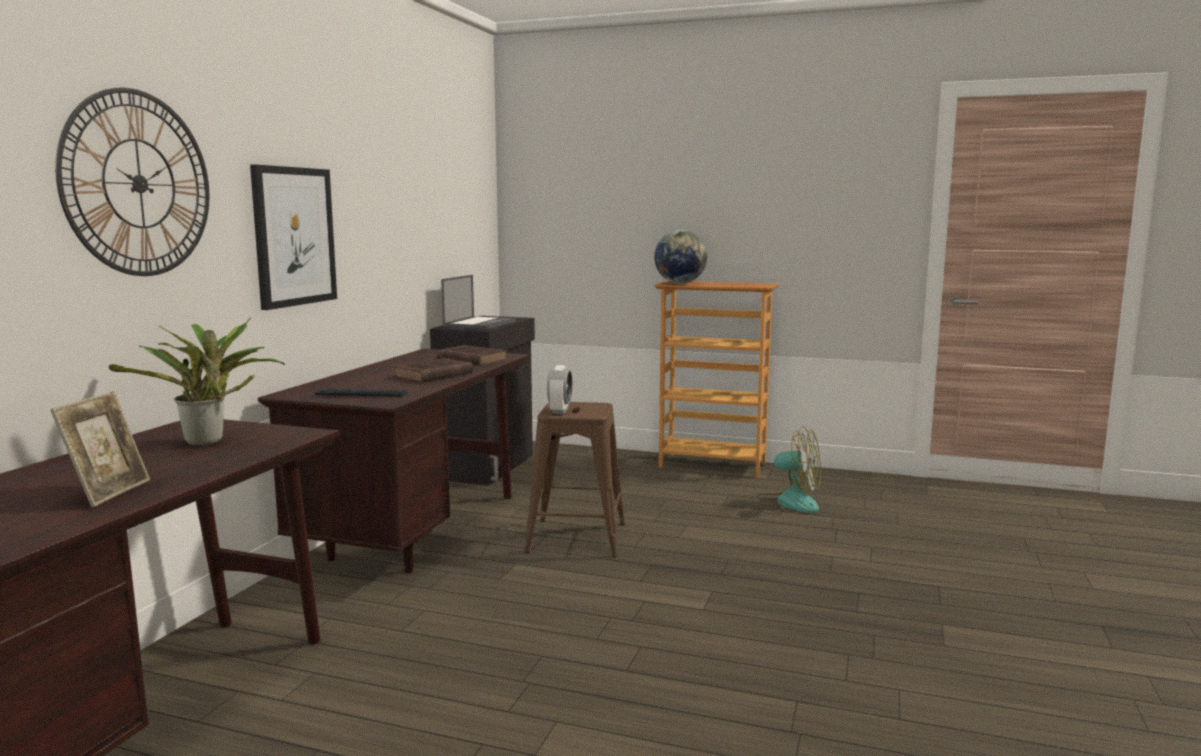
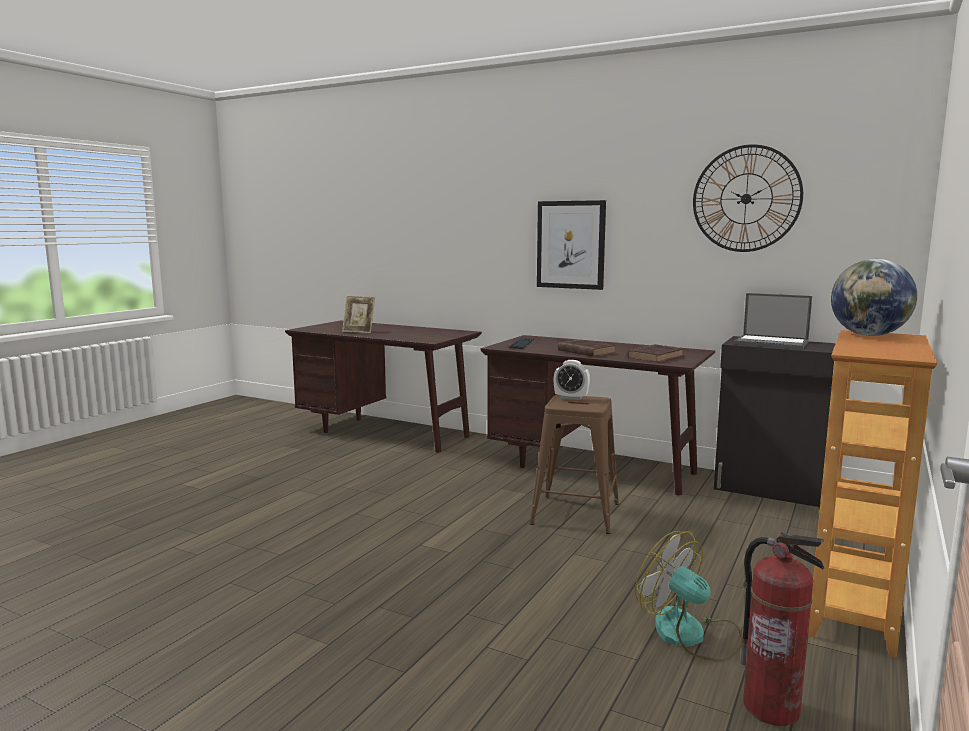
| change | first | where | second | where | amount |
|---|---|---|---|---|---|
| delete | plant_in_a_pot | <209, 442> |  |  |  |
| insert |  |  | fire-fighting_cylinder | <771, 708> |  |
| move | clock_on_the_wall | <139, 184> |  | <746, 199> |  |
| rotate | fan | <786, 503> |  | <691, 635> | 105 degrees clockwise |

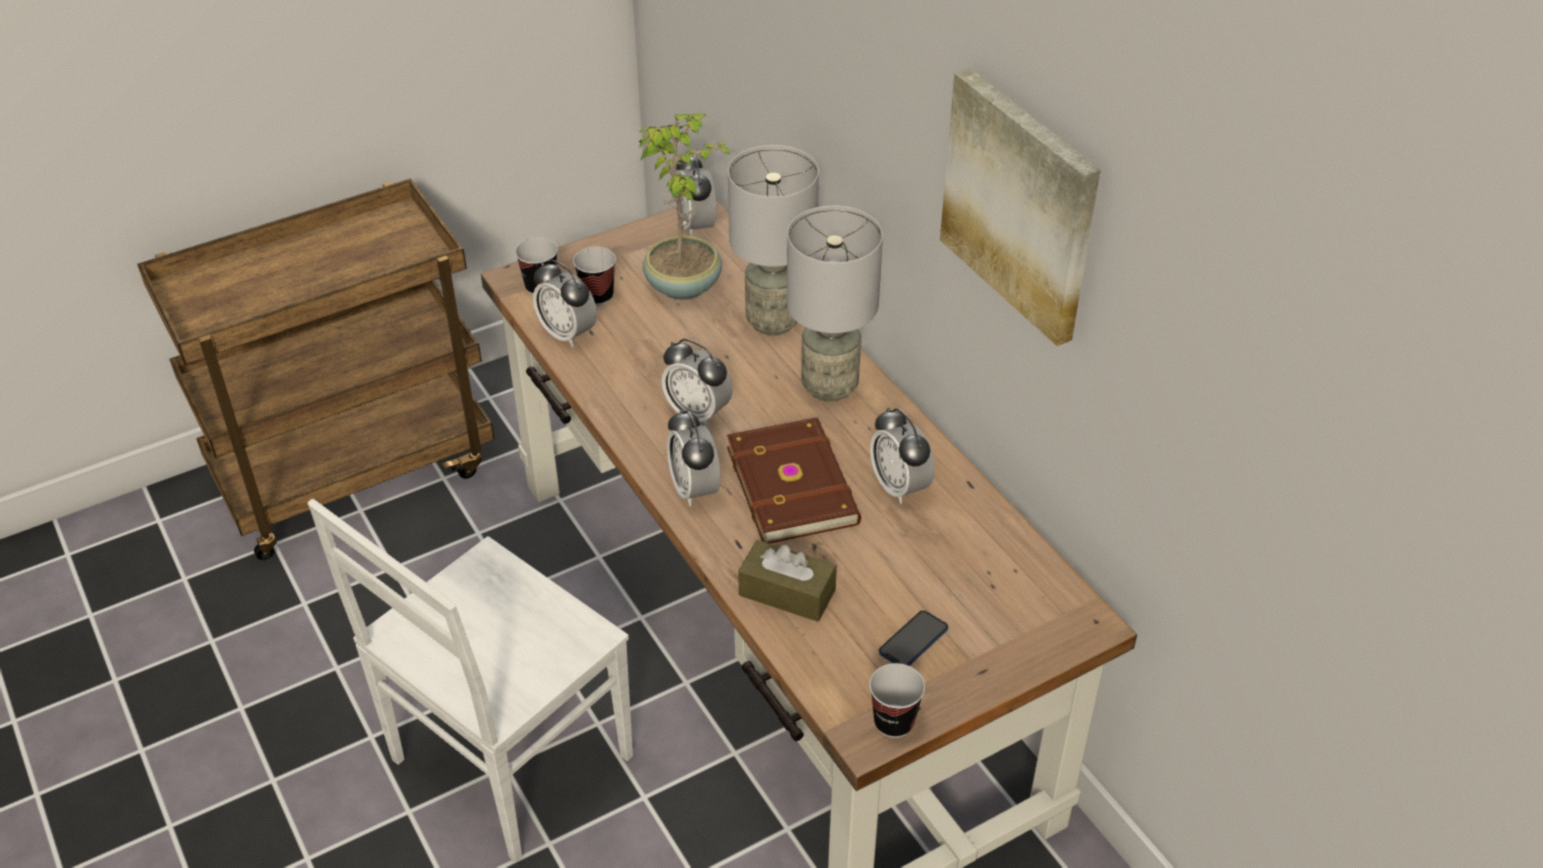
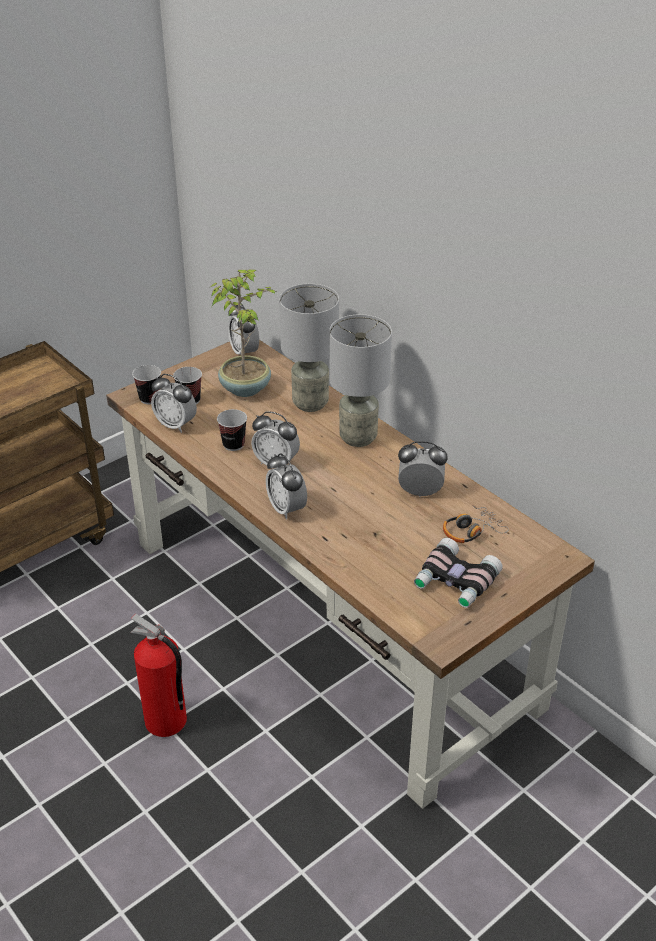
| change | first | where | second | where | amount |
|---|---|---|---|---|---|
| delete | brownish_volume | <794, 484> |  |  |  |
| delete | brownish_tissue_box | <787, 592> |  |  |  |
| delete | wall_picture | <1021, 204> |  |  |  |
| insert |  |  | headphones | <471, 531> |  |
| move | small_cup | <894, 722> |  | <233, 444> |  |
| replace | white-coloured_plain_chair | <506, 762> | fire-fighting_cylinder | <166, 722> |  |
| replace | handset | <913, 641> | pair_of_binoculars | <455, 582> |  |
| rotate | bedside_clock | <899, 487> |  | <420, 492> | 135 degrees clockwise |

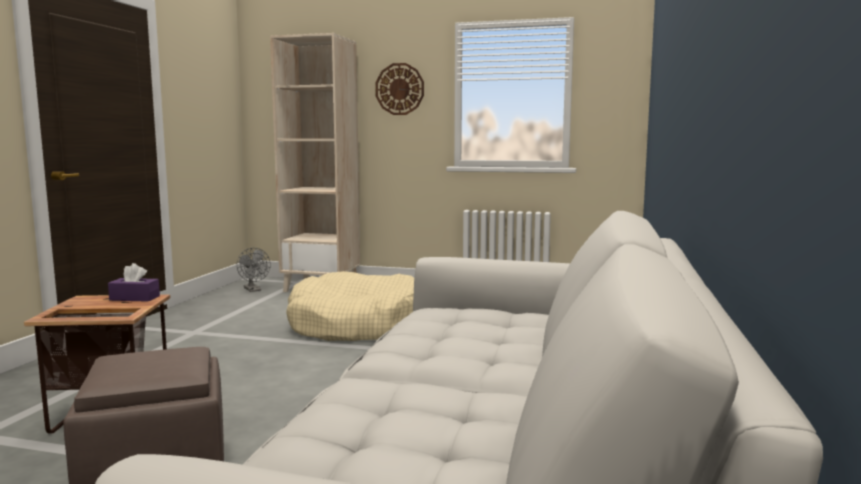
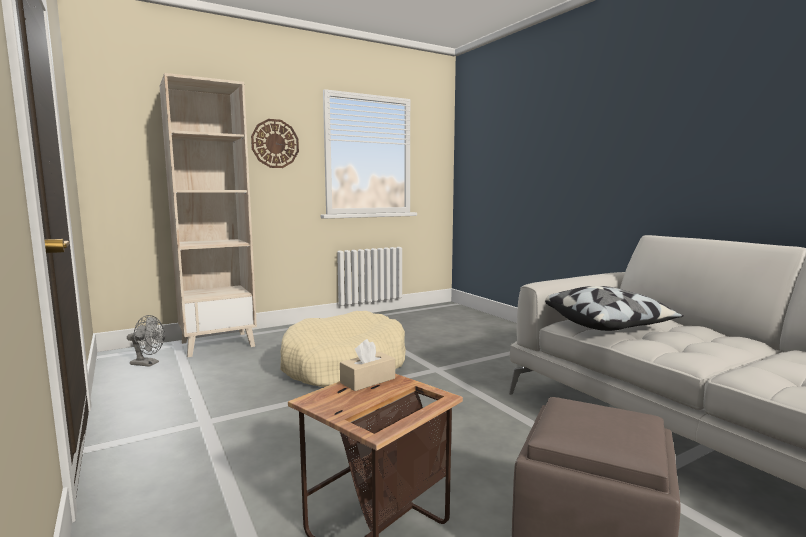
| change | first | where | second | where | amount |
|---|---|---|---|---|---|
| insert |  |  | cushion | <607, 324> |  |
| recolor | purple-coloured_tissue_box | <134, 298> | beige_tissue_box | <368, 380> |  |

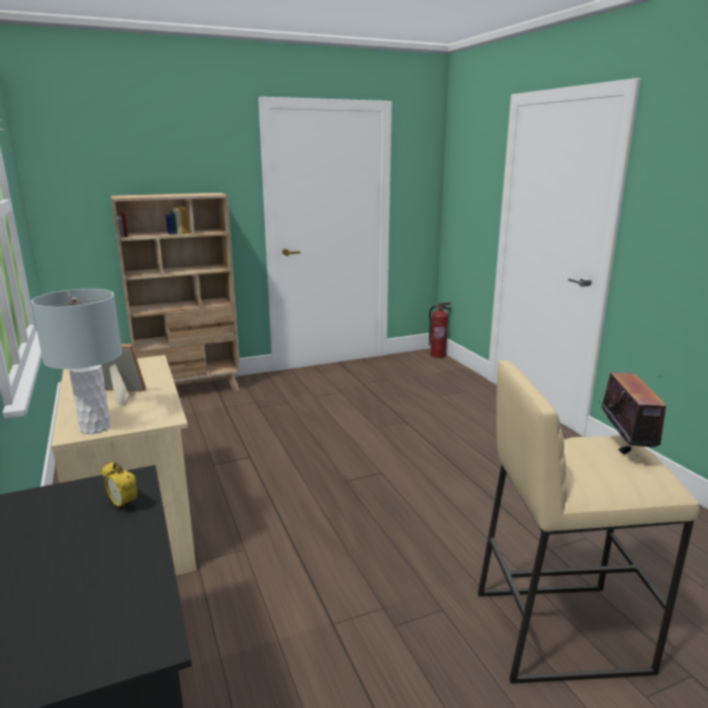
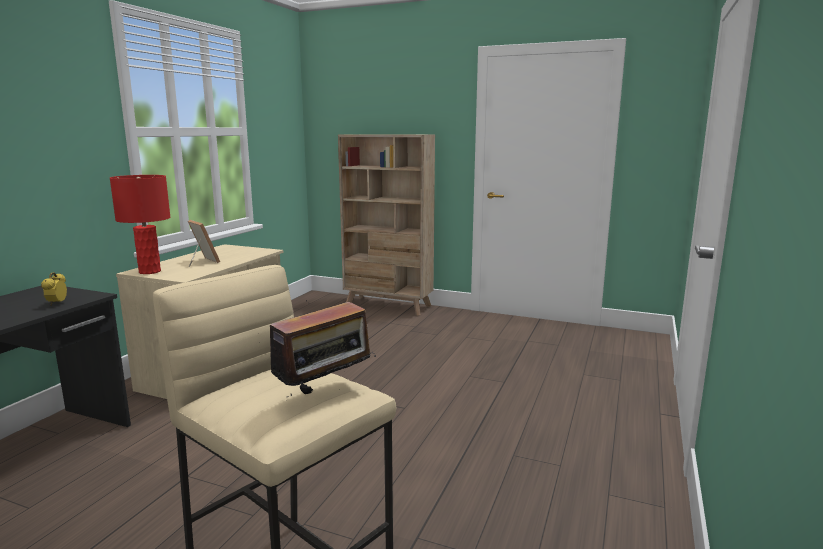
| change | first | where | second | where | amount |
|---|---|---|---|---|---|
| delete | fire-fighting_cylinder | <438, 355> |  |  |  |
| recolor | gray_table_lamp | <96, 427> | red-coloured_table_lamp | <150, 271> |  |

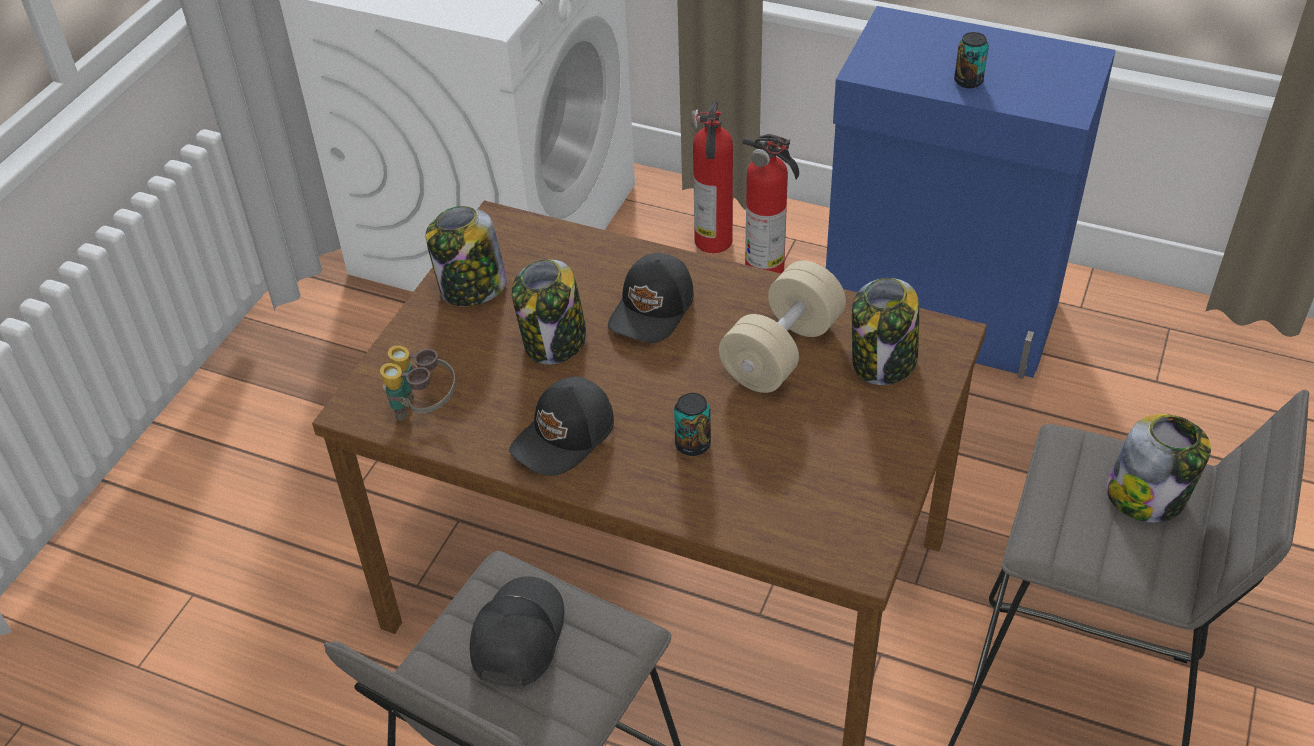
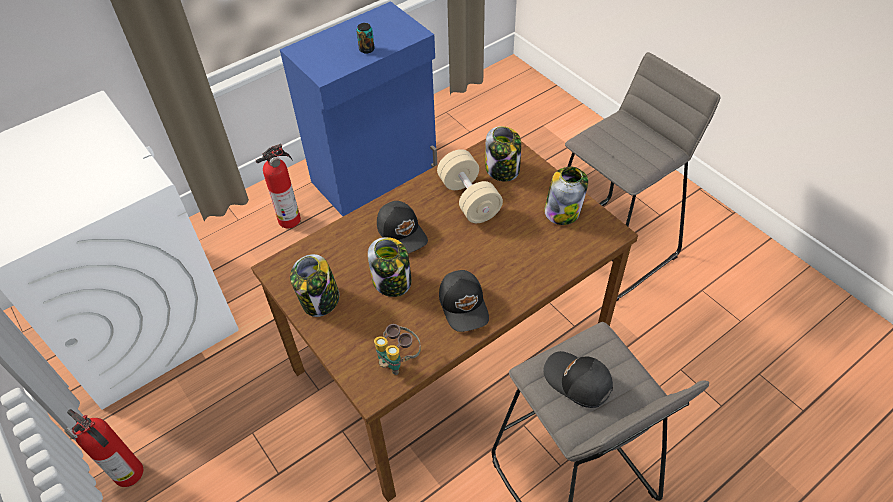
| change | first | where | second | where | amount |
|---|---|---|---|---|---|
| delete | can | <693, 444> |  |  |  |
| move | fire-fighting_cylinder | <713, 242> |  | <130, 474> |  |
| move | preserve_jar | <1147, 496> |  | <562, 211> |  |

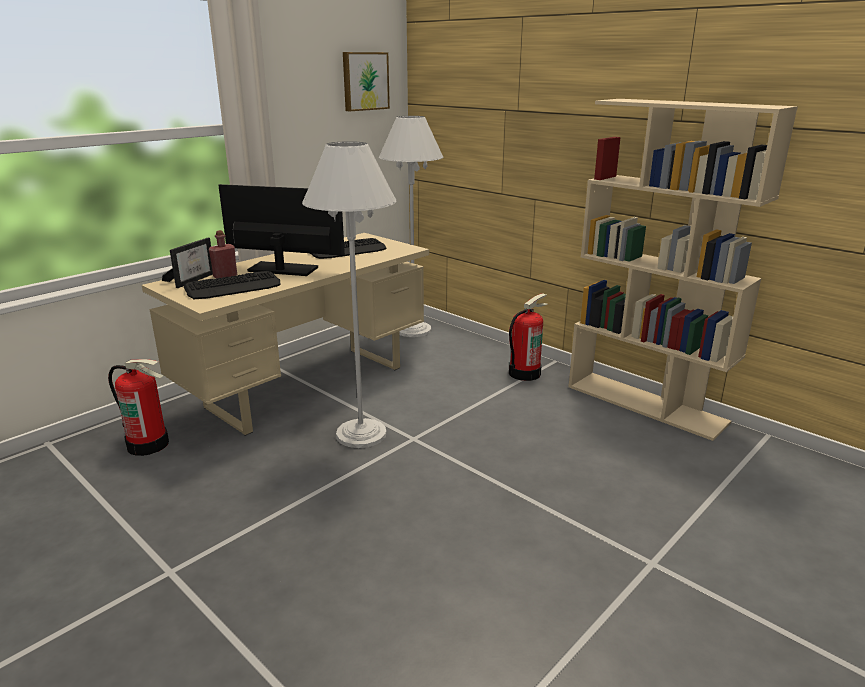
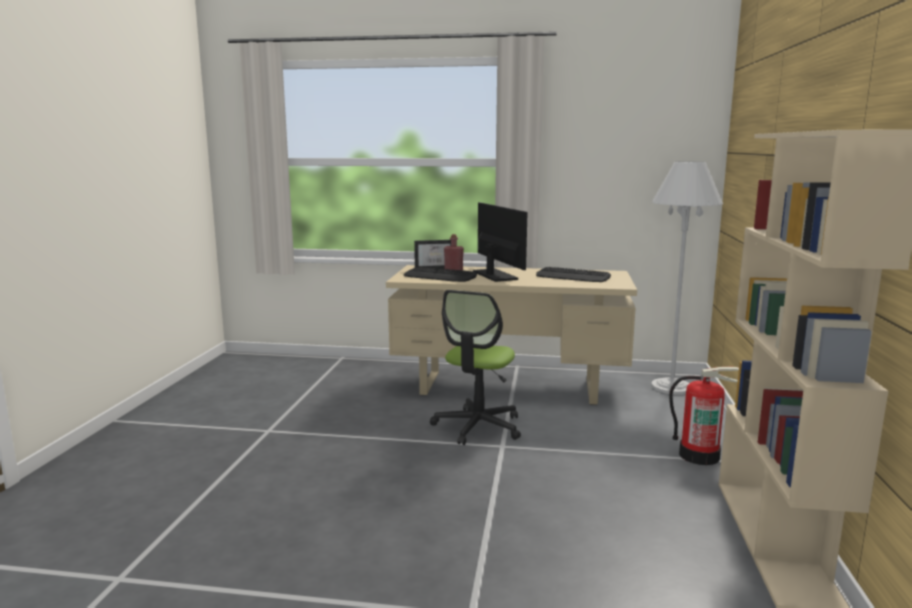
| change | first | where | second | where | amount |
|---|---|---|---|---|---|
| delete | fire-fighting_cylinder | <148, 444> |  |  |  |
| delete | wall_picture | <364, 81> |  |  |  |
| replace | white-coloured_standing_lamp | <361, 434> | computer_chair | <478, 426> |  |

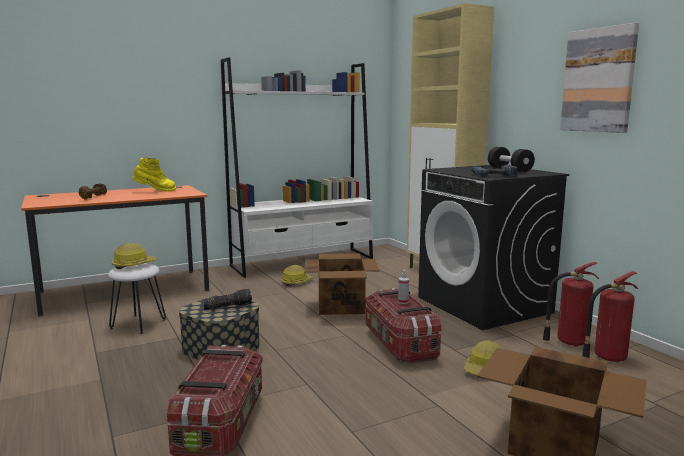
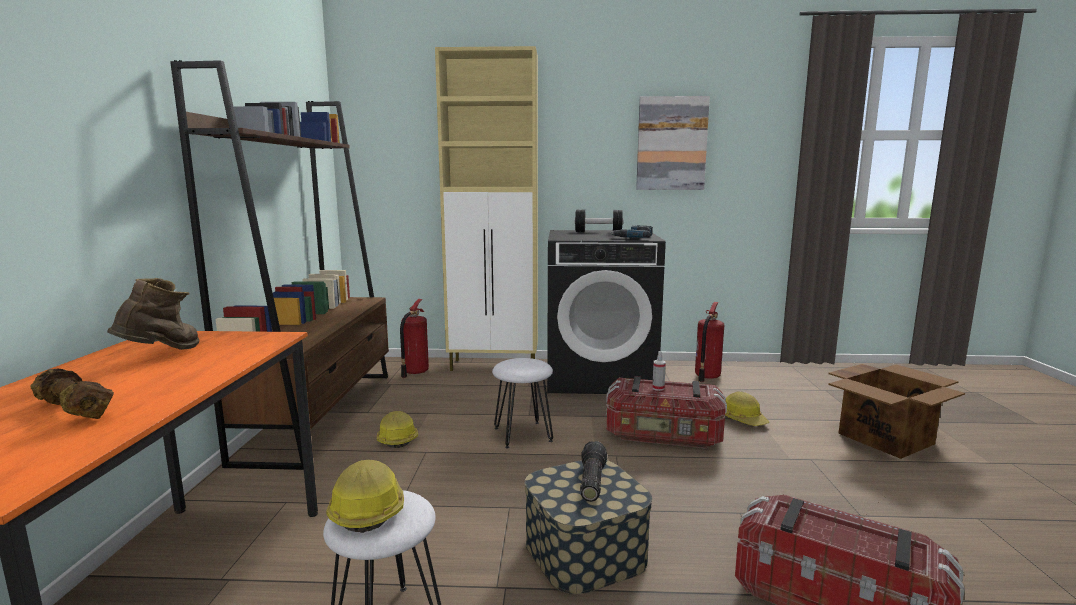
| change | first | where | second | where | amount |
|---|---|---|---|---|---|
| move | fire-fighting_cylinder | <607, 357> |  | <415, 372> |  |
| replace | carton | <341, 306> | white-coloured_sitting_stool | <522, 434> |  |
| recolor | yellowish_boot | <155, 191> | brownish_boot | <163, 355> |  |
| recolor | white-coloured_bookshelf | <303, 262> | brownish_bookshelf | <321, 413> |  |

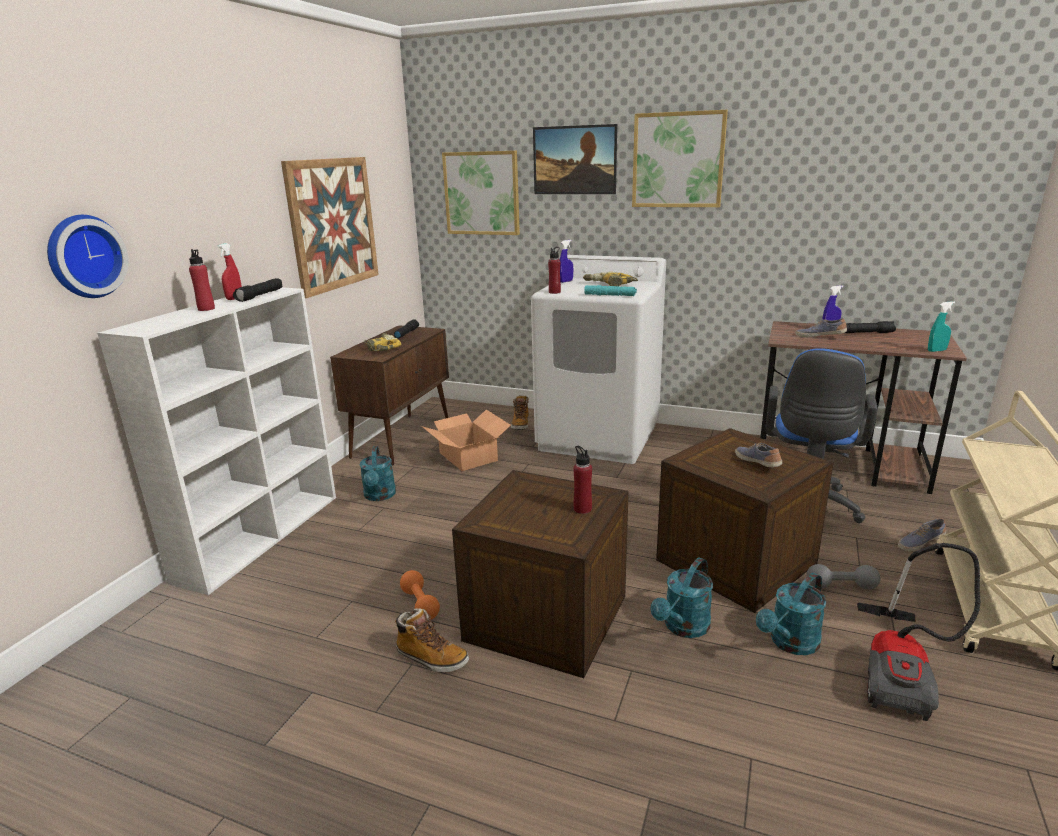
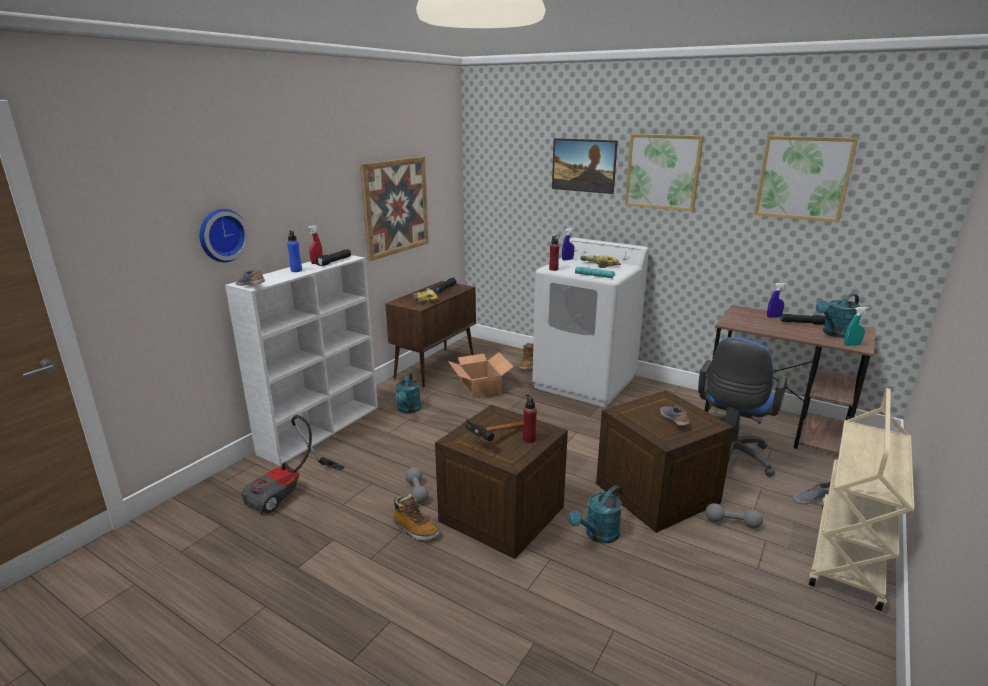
| change | first | where | second | where | amount |
|---|---|---|---|---|---|
| insert |  |  | hammer | <494, 441> |  |
| move | wall_picture | <482, 193> |  | <803, 178> |  |
| move | turquoise-coloured_watering_pot | <790, 643> |  | <834, 334> |  |
| move | item_of_footwear | <820, 336> |  | <251, 286> |  |
| move | hoover | <900, 671> |  | <290, 492> |  |
| recolor | red-coloured_beverage_bottle | <206, 309> | blue-coloured_beverage_bottle | <296, 270> |  |
| recolor | orangey_hand_weight | <420, 604> | gray_hand_weight | <417, 492> |  |

